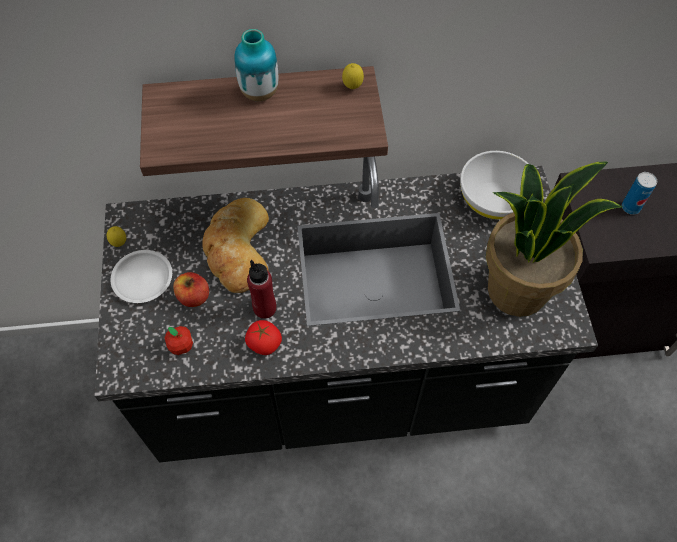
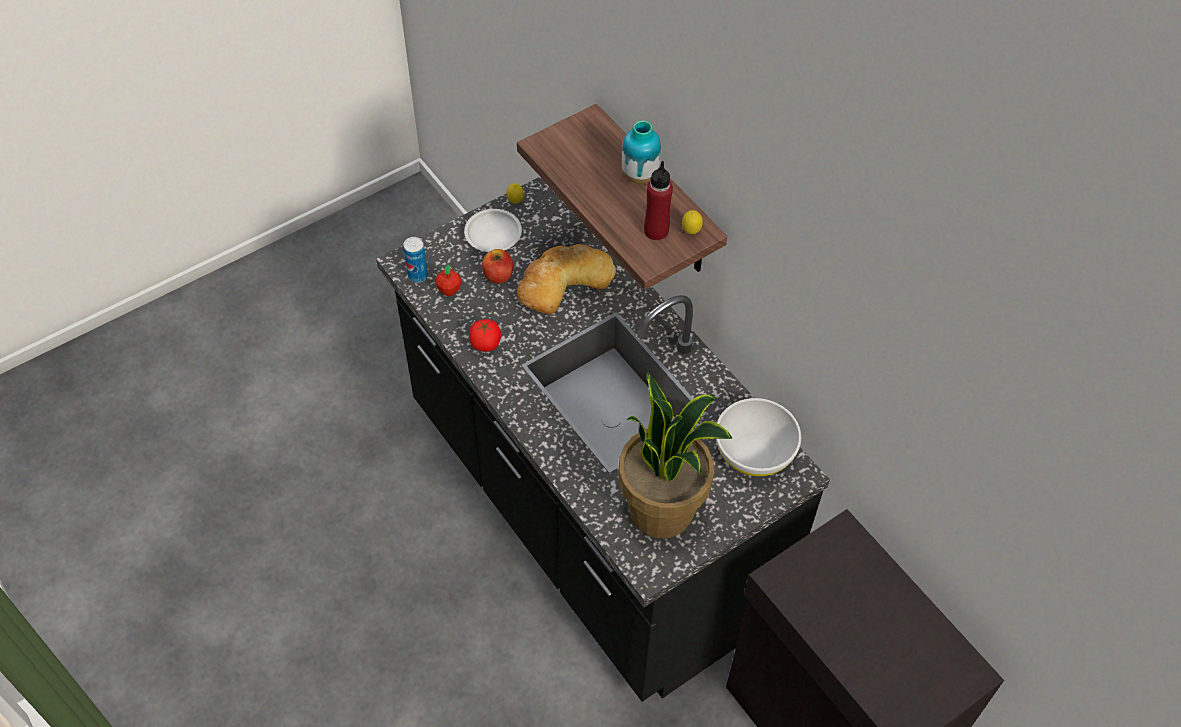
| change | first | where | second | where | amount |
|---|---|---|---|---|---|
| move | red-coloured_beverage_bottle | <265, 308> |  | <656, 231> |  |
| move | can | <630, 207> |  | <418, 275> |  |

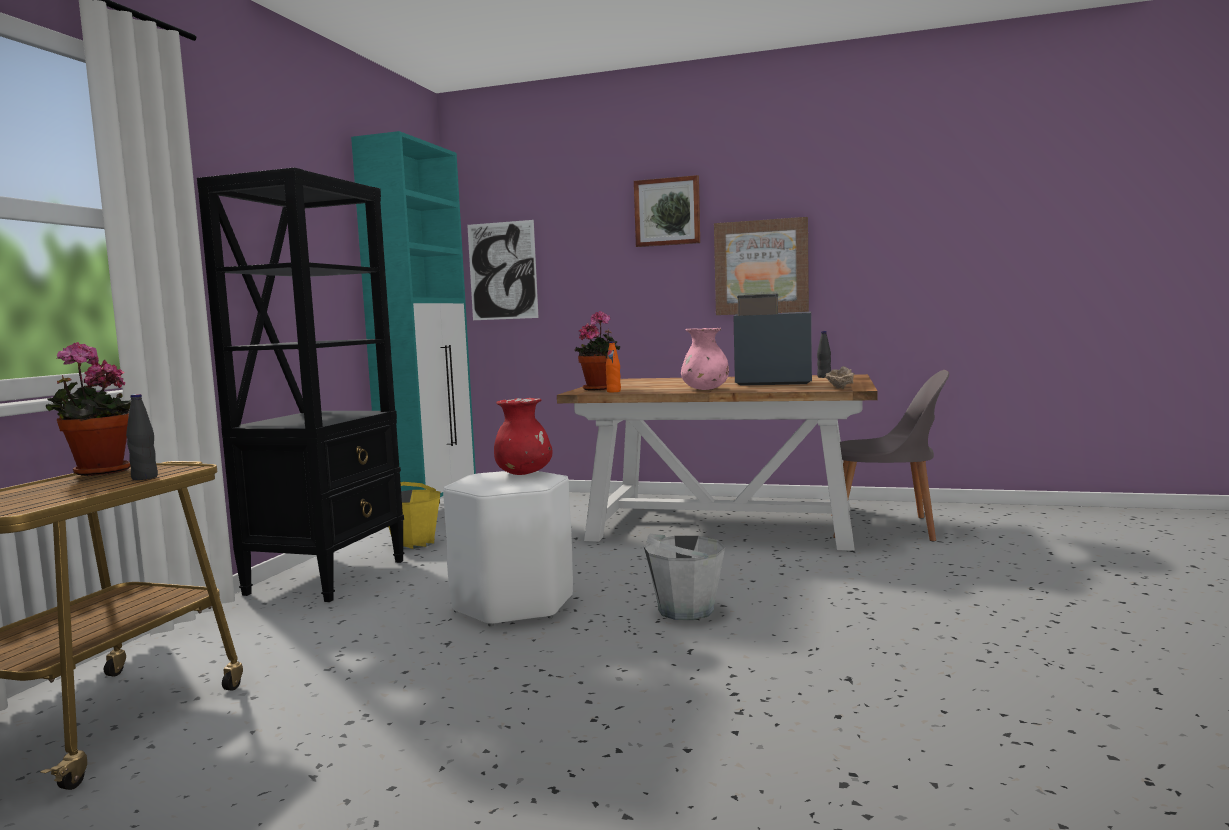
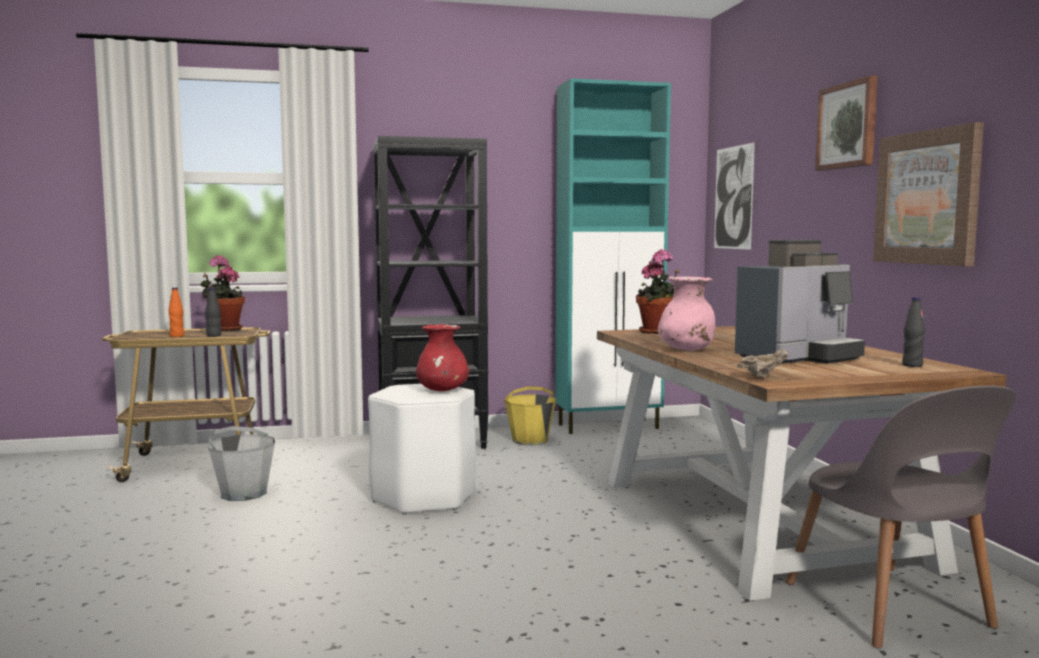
| change | first | where | second | where | amount |
|---|---|---|---|---|---|
| move | orangey_beverage_bottle | <613, 391> |  | <177, 336> |  |
| move | gray_pail | <685, 610> |  | <243, 493> |  |
| rotate | coffee_brewer | <769, 383> |  | <798, 357> | 75 degrees clockwise |

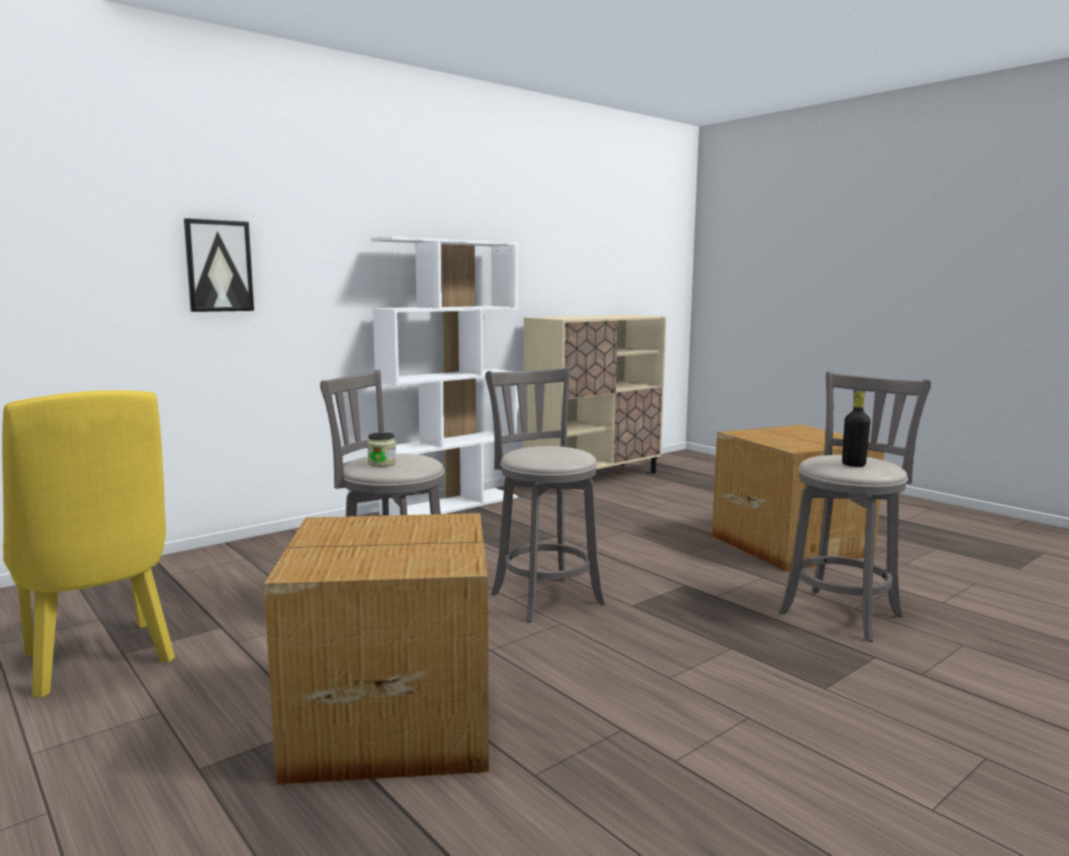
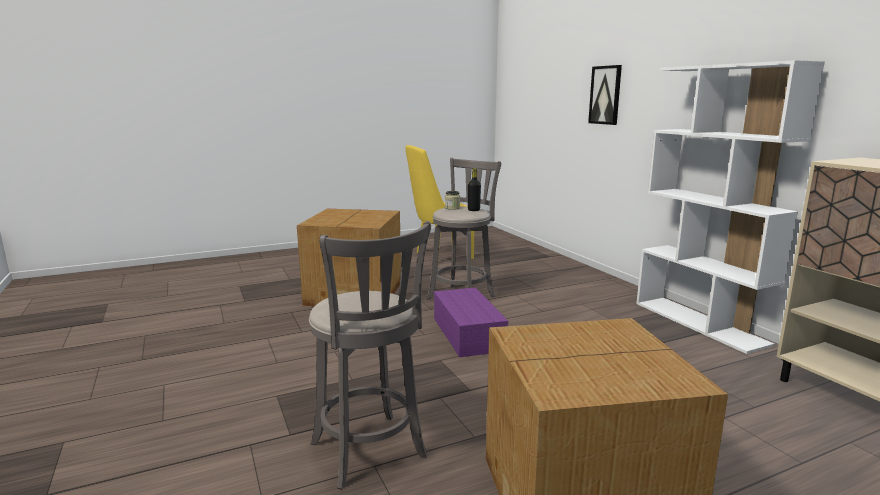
| change | first | where | second | where | amount |
|---|---|---|---|---|---|
| move | blackish_beverage_bottle | <853, 465> |  | <473, 210> |  |
| replace | gray_sitting_stool | <544, 596> | purple-coloured_storage_bin | <469, 334> |  |

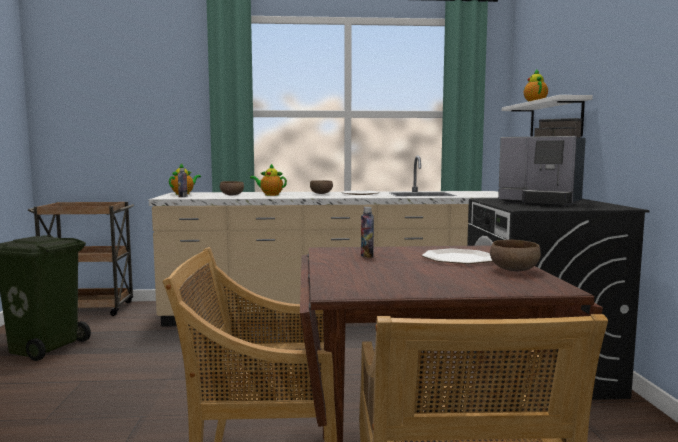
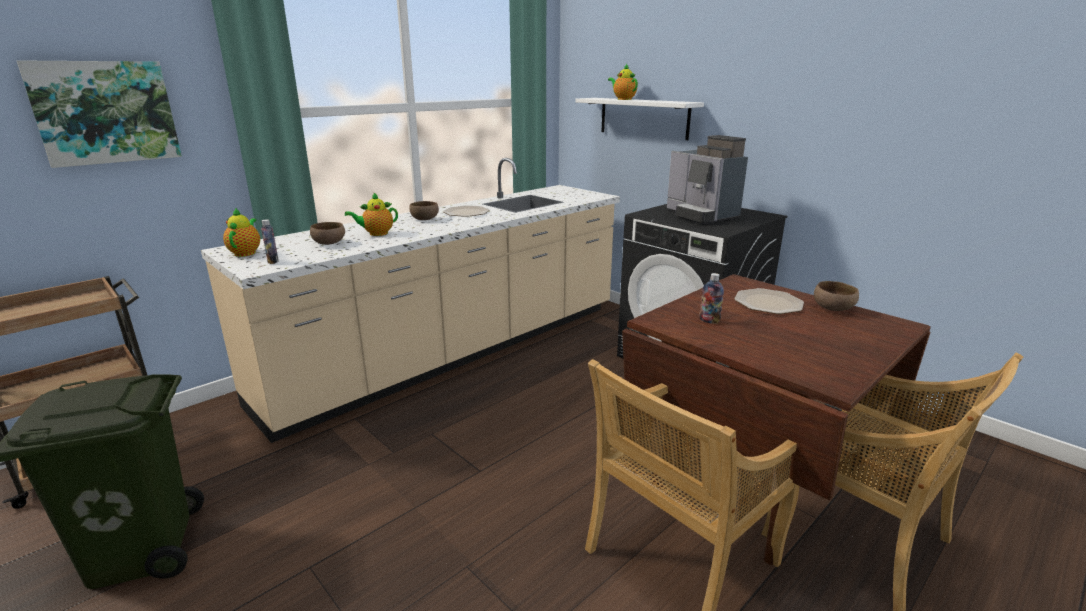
| change | first | where | second | where | amount |
|---|---|---|---|---|---|
| insert |  |  | wall_picture | <105, 112> |  |
| rotate | coffee_brewer | <541, 203> |  | <701, 215> | 60 degrees clockwise |

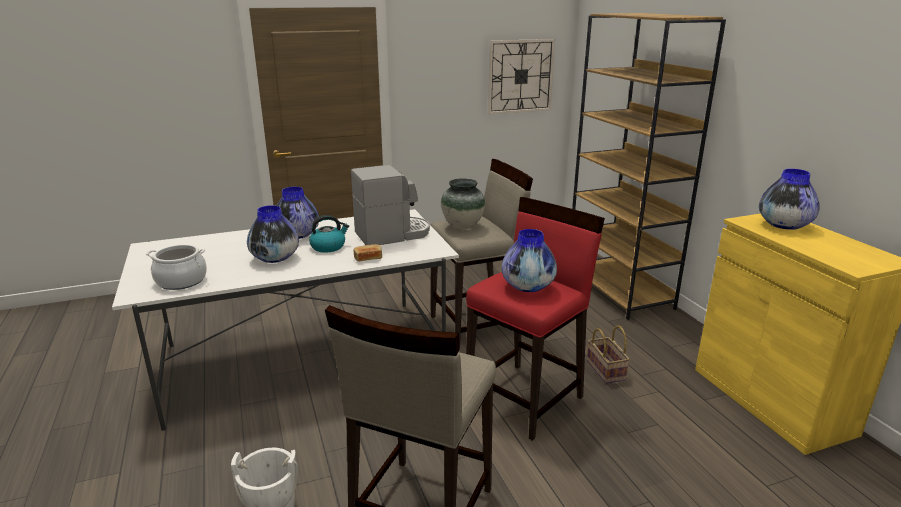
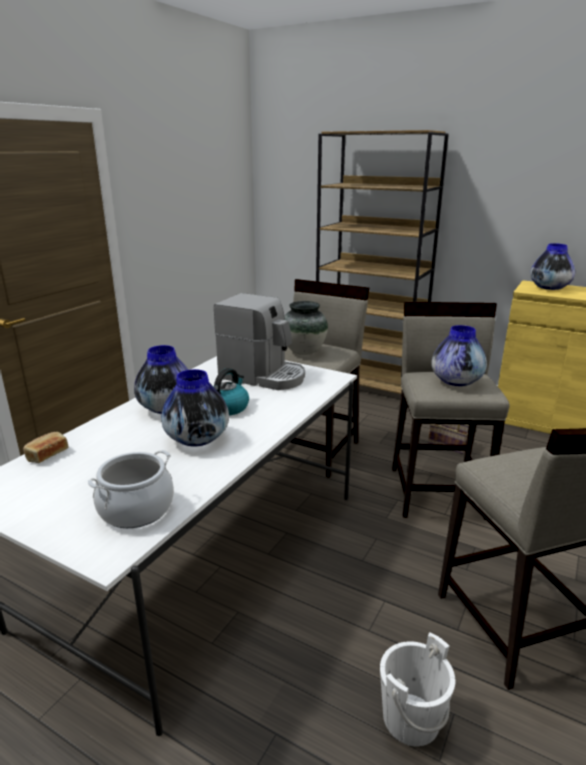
| change | first | where | second | where | amount |
|---|---|---|---|---|---|
| delete | clock_on_the_wall | <520, 76> |  |  |  |
| move | bread | <368, 258> |  | <47, 455> |  |
| recolor | red-coloured_sitting_stool | <525, 399> | beige_sitting_stool | <437, 491> |  |
| rotate | coffee_brewer | <392, 234> |  | <263, 376> | 90 degrees clockwise |

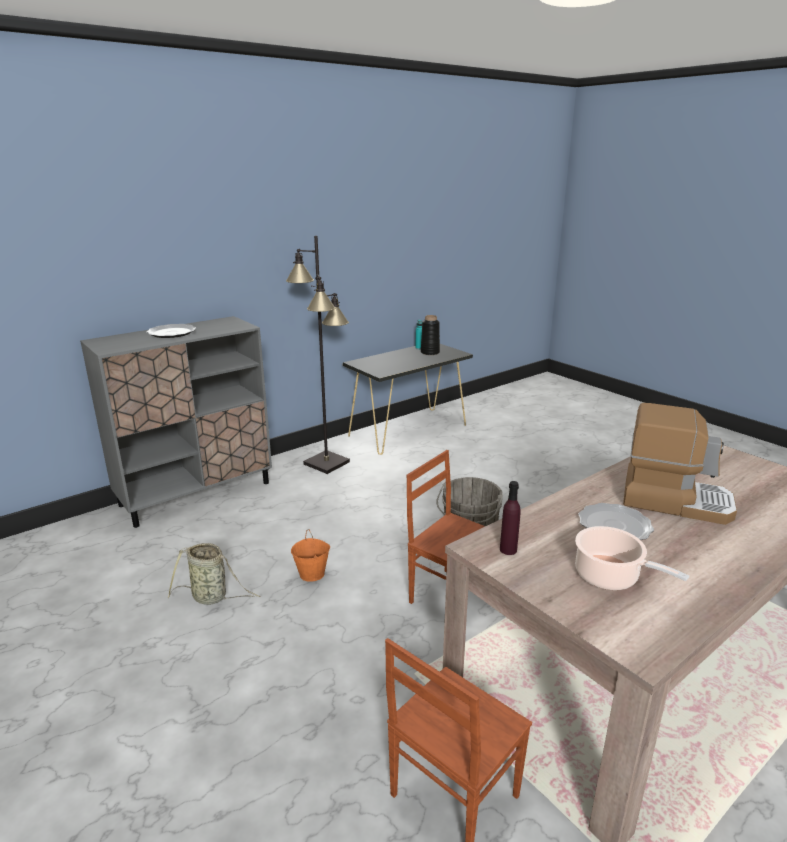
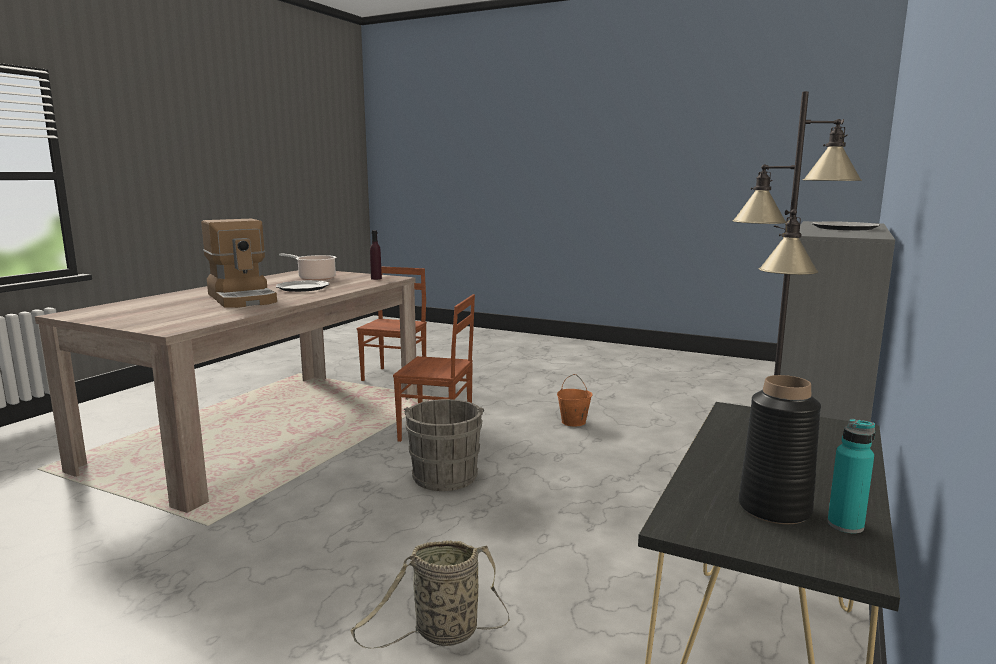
| change | first | where | second | where | amount |
|---|---|---|---|---|---|
| move | storage_basket | <212, 597> |  | <442, 634> |  |
| rotate | coffee_brewer | <675, 500> |  | <243, 298> | 120 degrees counterclockwise |

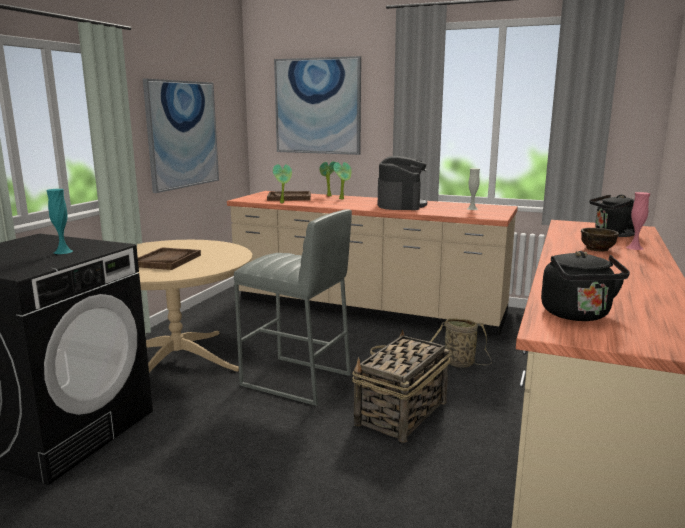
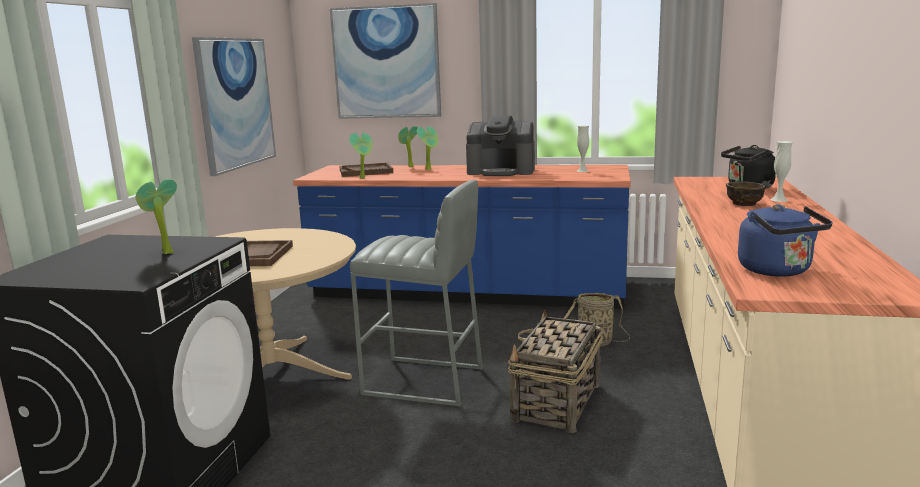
| change | first | where | second | where | amount |
|---|---|---|---|---|---|
| replace | turquoise-coloured_vase | <63, 251> | plant_in_a_pot | <164, 253> |  |
| recolor | beige_counter | <366, 308> | blue-coloured_counter | <466, 293> |  |
| recolor | blackish_kettle | <578, 315> | blue-coloured_kettle | <778, 271> |  |
| recolor | pink-coloured_vase | <634, 248> | white-coloured_vase | <779, 200> |  |
| rotate | coffee_brewer | <401, 204> |  | <501, 171> | 105 degrees clockwise |

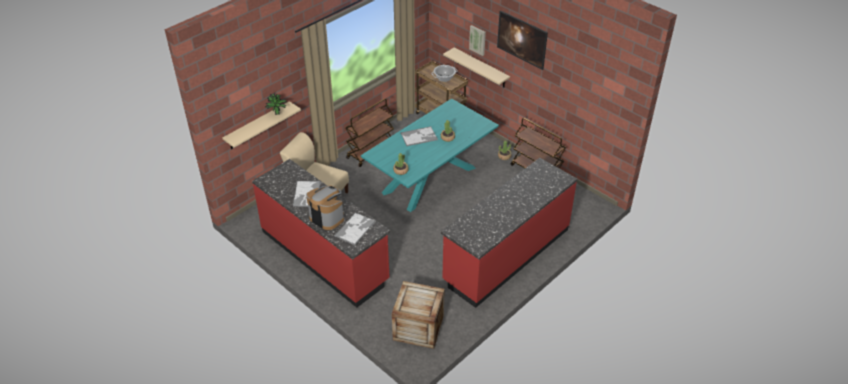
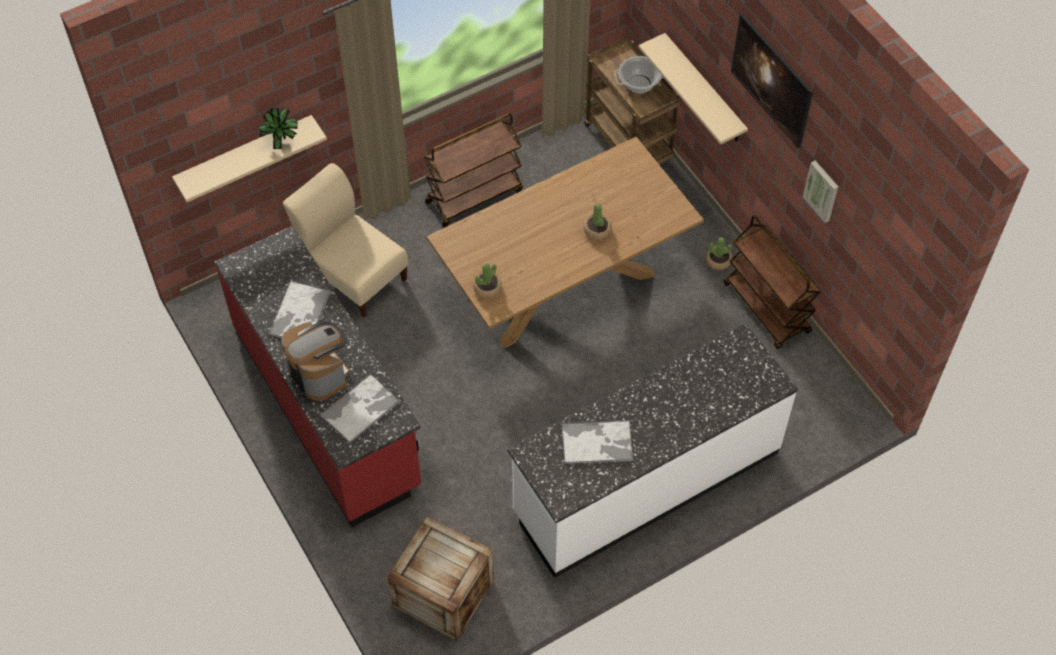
| change | first | where | second | where | amount |
|---|---|---|---|---|---|
| move | serving_tray | <419, 136> |  | <597, 442> |  |
| move | wall_picture | <478, 40> |  | <822, 190> |  |
| recolor | turquoise-coloured_kitchen_table | <430, 180> | brownish_kitchen_table | <563, 284> |  |
| recolor | red-coloured_counter | <506, 255> | white-coloured_counter | <645, 481> |  |

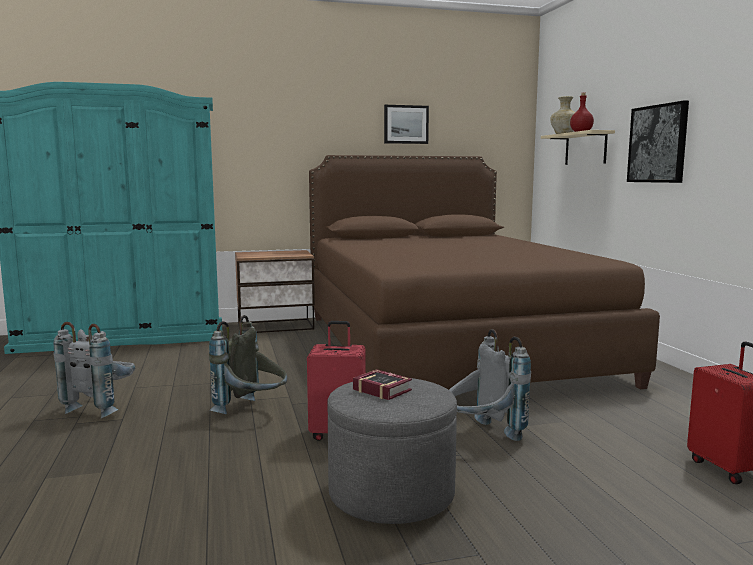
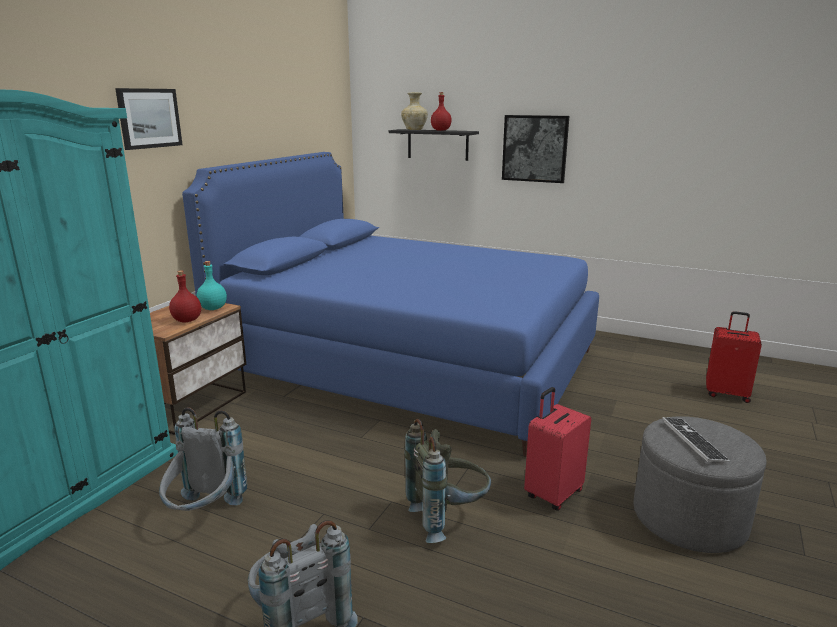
| change | first | where | second | where | amount |
|---|---|---|---|---|---|
| insert |  |  | red-coloured_beverage_bottle | <187, 320> |  |
| insert |  |  | turquoise-coloured_beverage_bottle | <213, 308> |  |
| move | wall_picture | <406, 124> |  | <149, 118> |  |
| move | gray_knapsack | <482, 436> |  | <205, 515> |  |
| replace | volume | <381, 389> | keyboard | <693, 441> |  |
| recolor | brownish_sleeping_bed | <448, 347> | blue-coloured_sleeping_bed | <409, 364> |  |
| recolor | beige_wall_shelf | <585, 148> | blackish_wall_shelf | <437, 144> |  |

